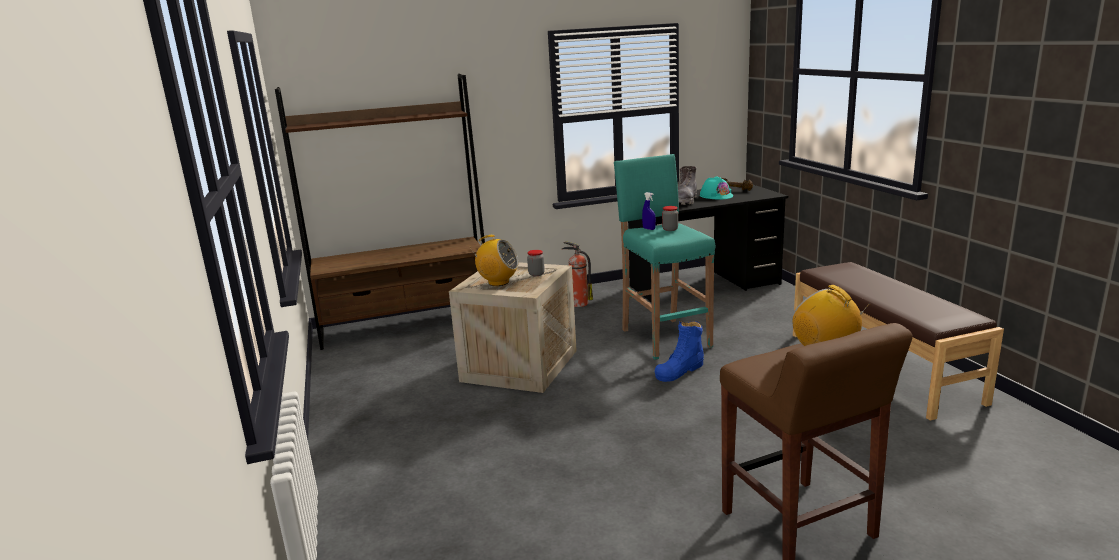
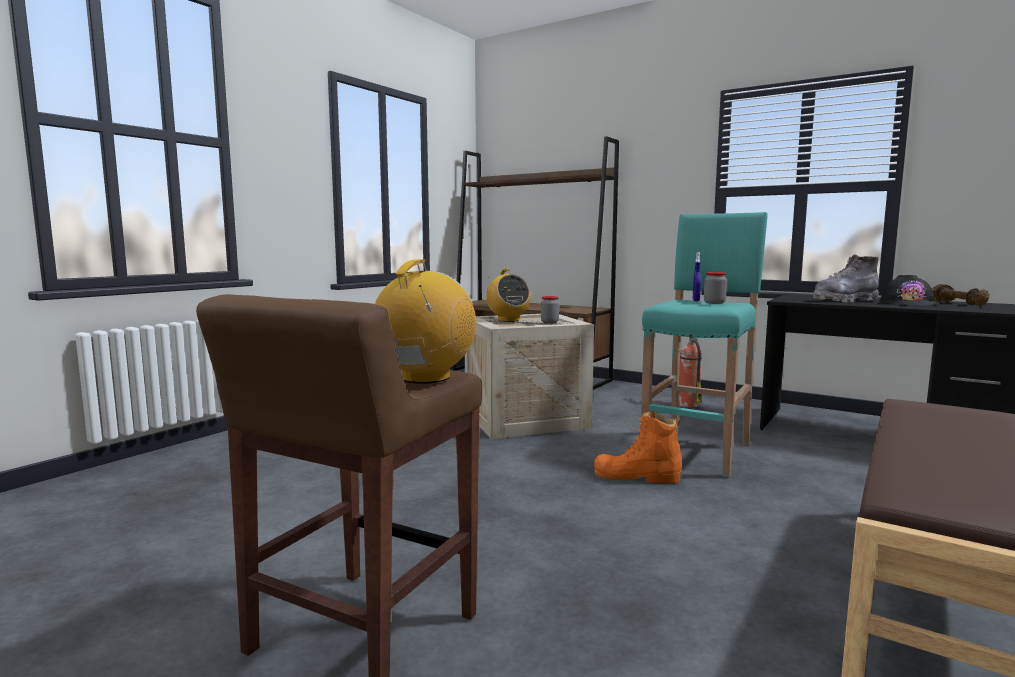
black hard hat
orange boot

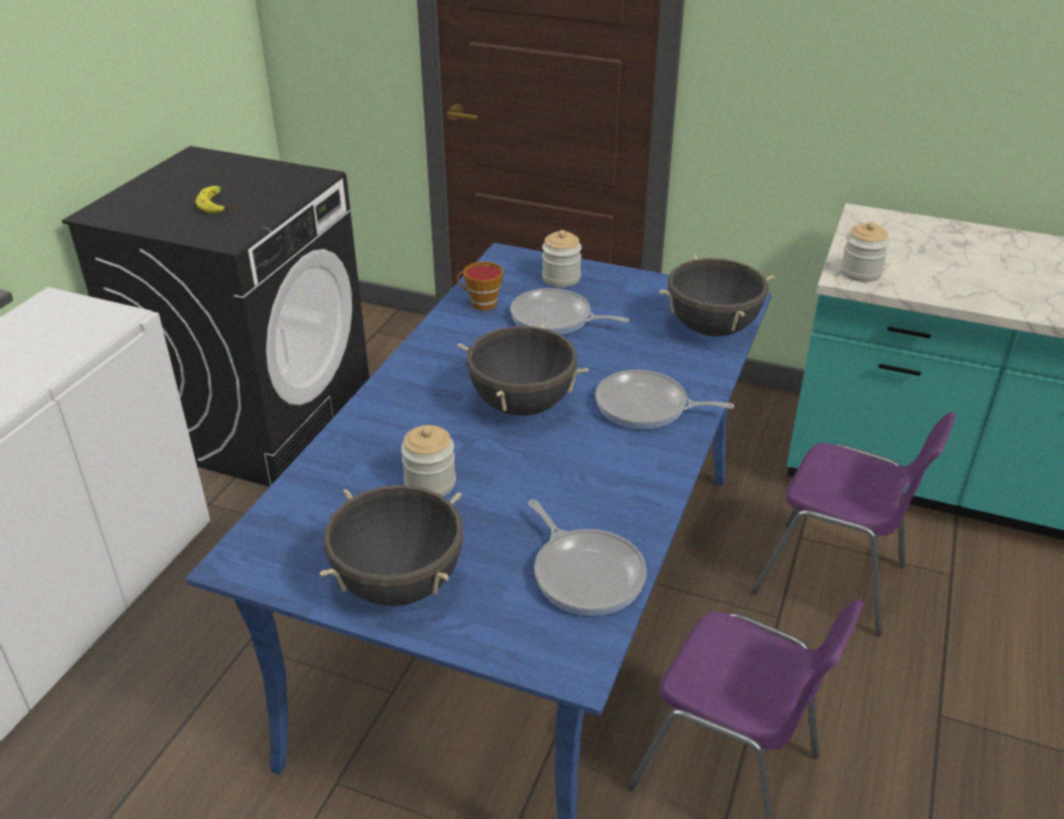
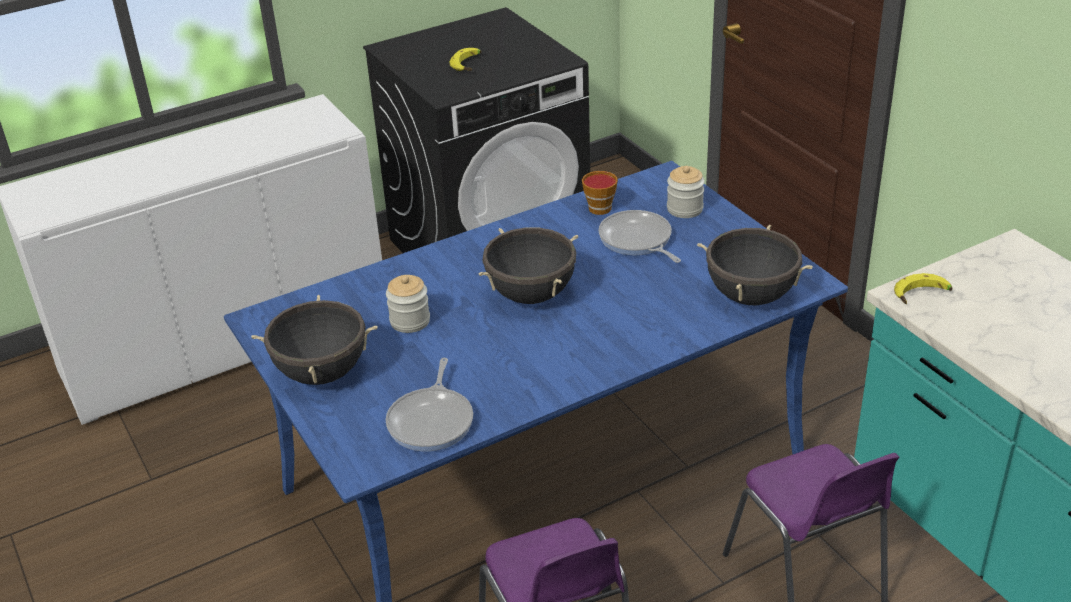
banana (no. 2 from left)
frying pan (no. 3 from left in the first image)

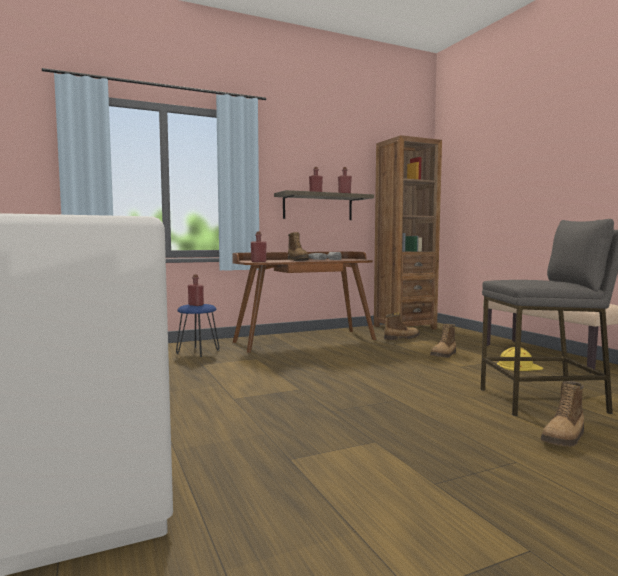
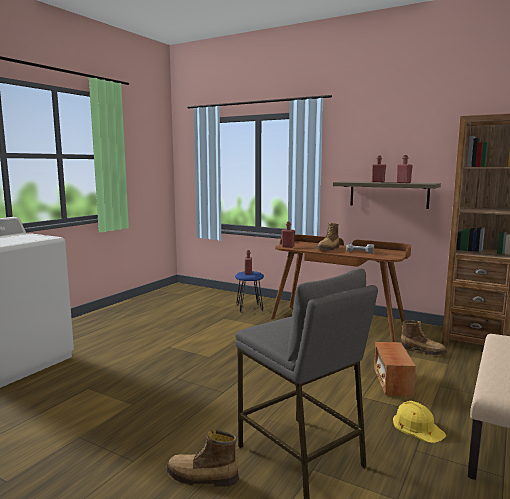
radio

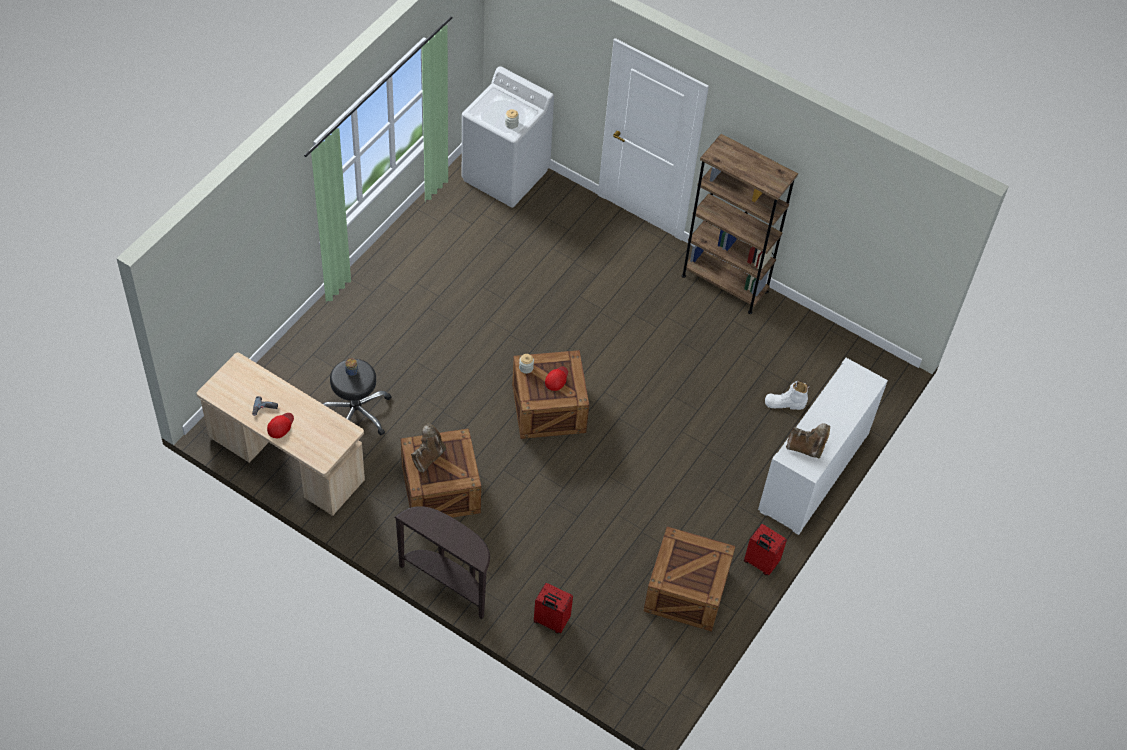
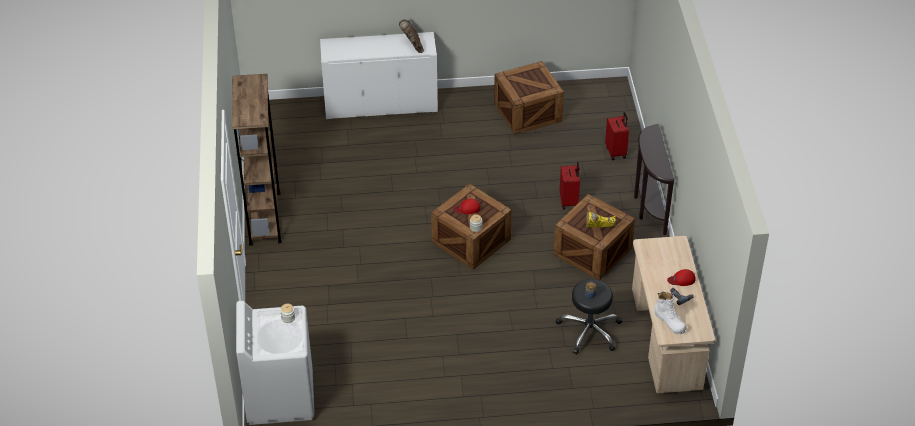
white boot
yellow boot
red suitcase (no. 1 from left)

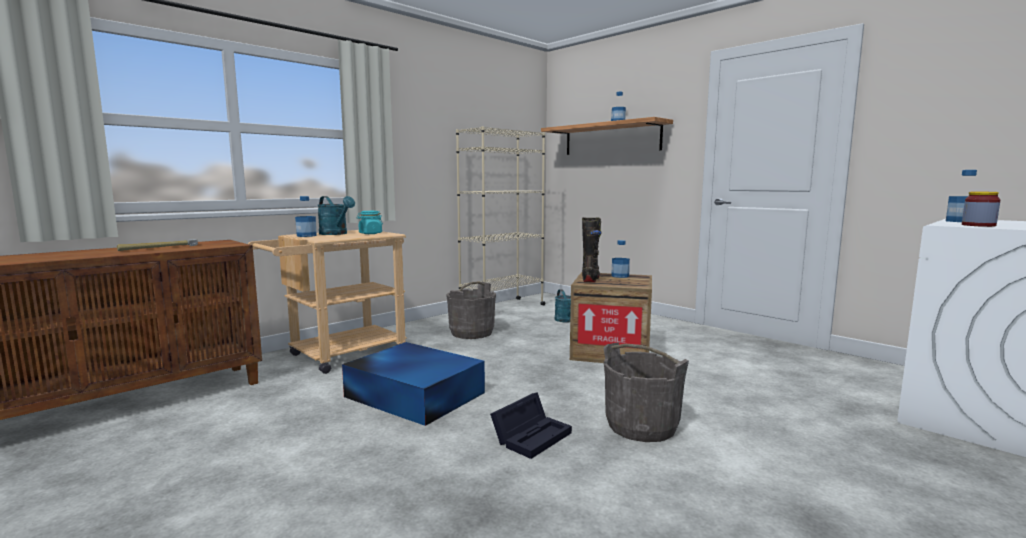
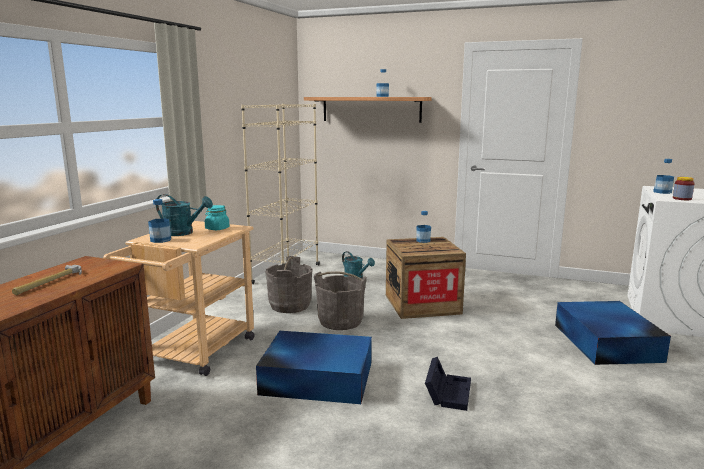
black boot
grey bucket (no. 2 from left)
blue storage box (no. 2 from left)

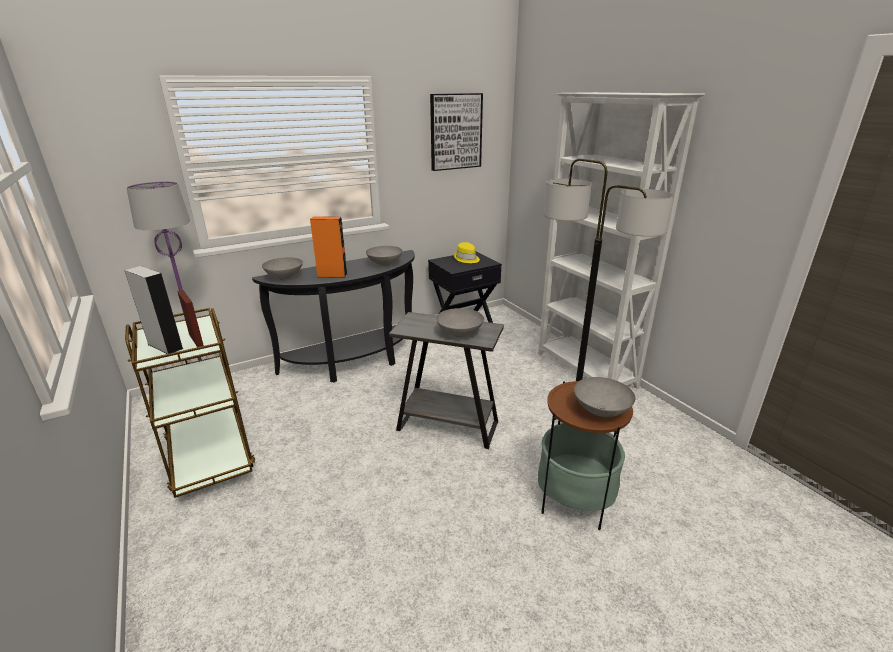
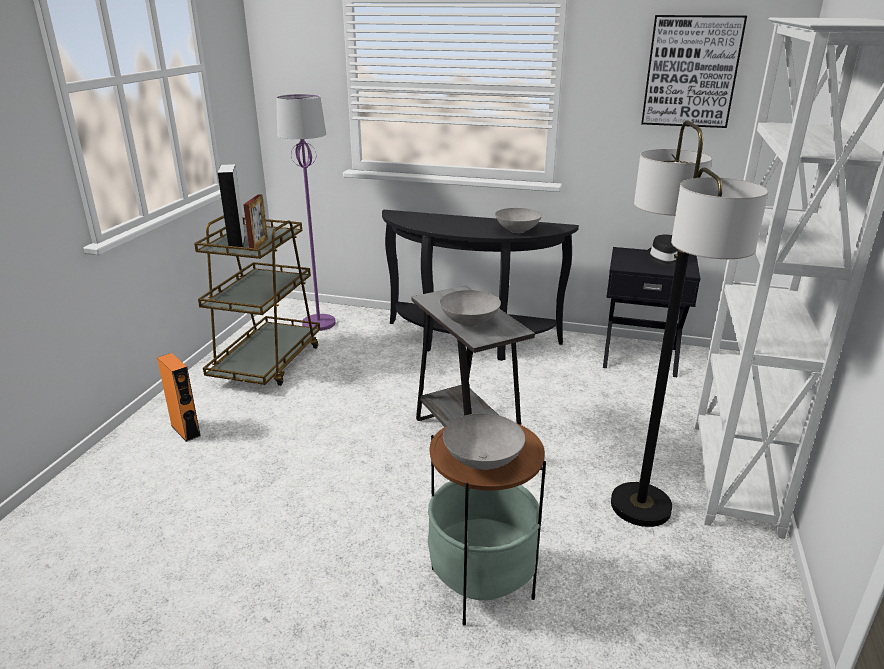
orange speaker
black hat
grey bowl (no. 1 from left in the first image)

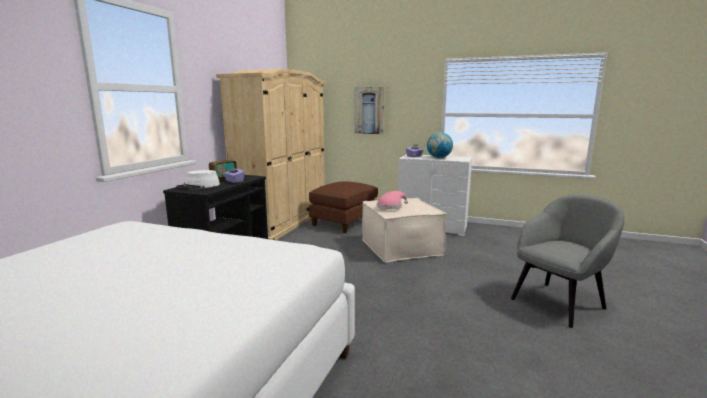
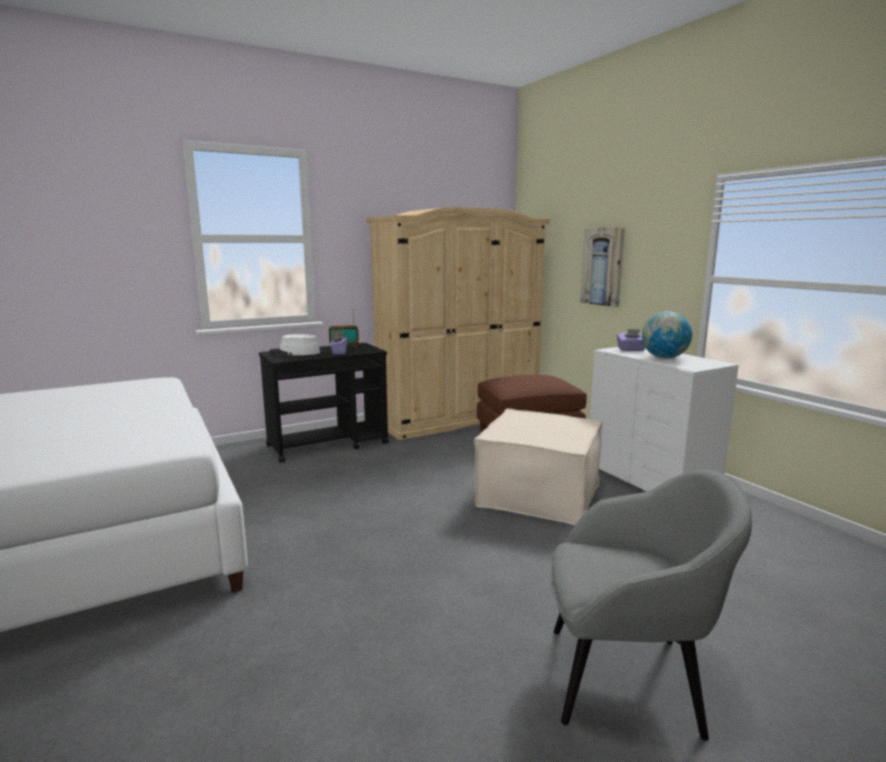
pink hat

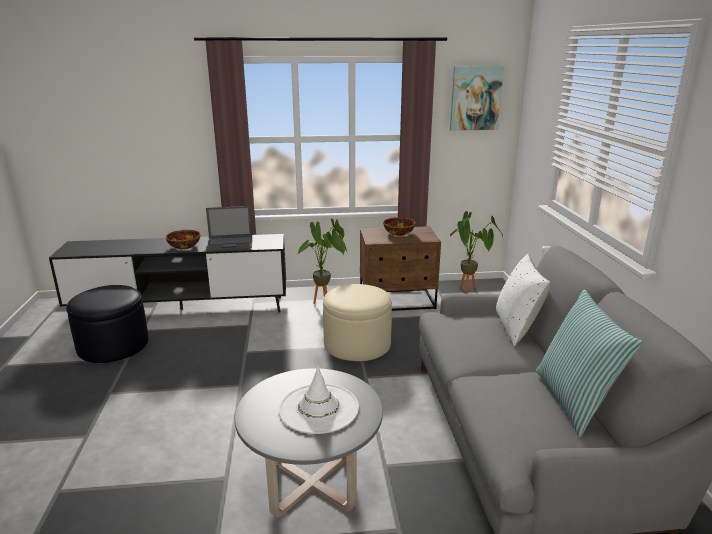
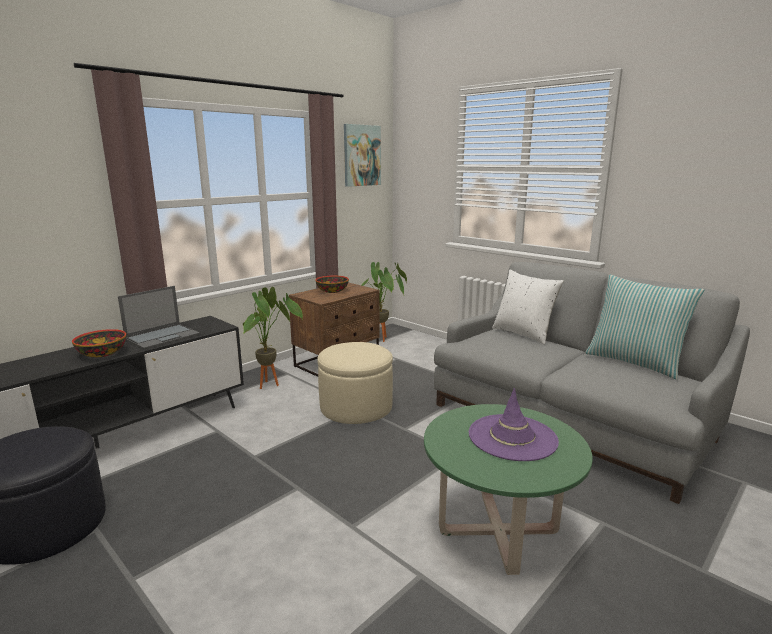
purple hat
green coffee table

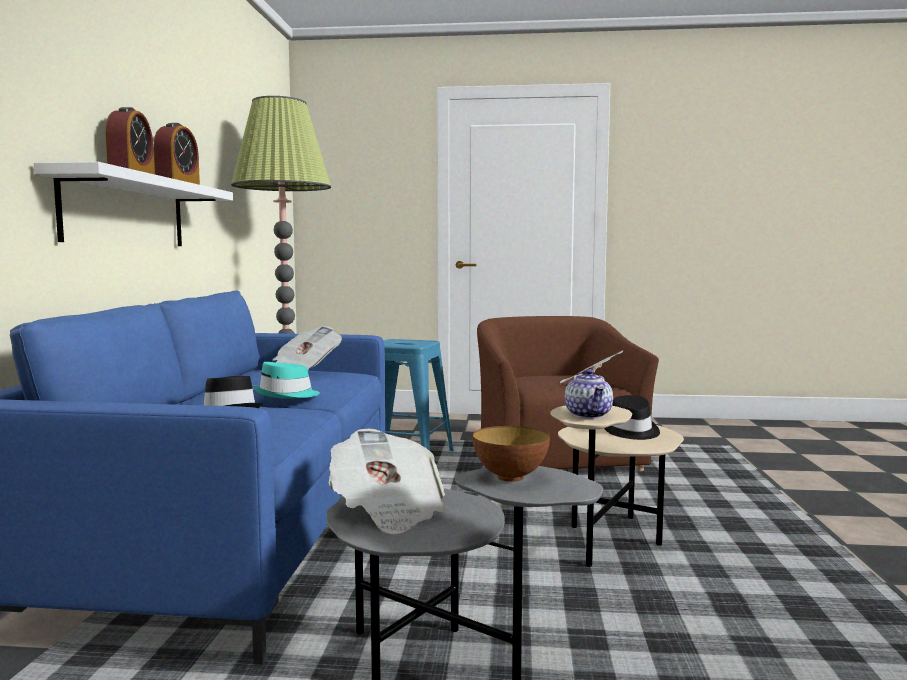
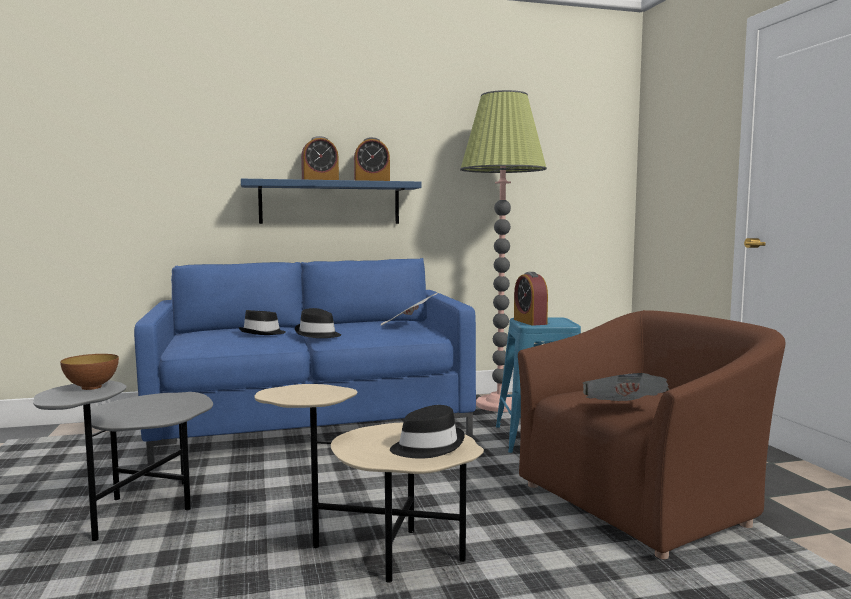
blue shelf
black hat (no. 2 from left)
teapot
newspaper (no. 2 from left in the first image)
alarm clock (no. 3 from left)

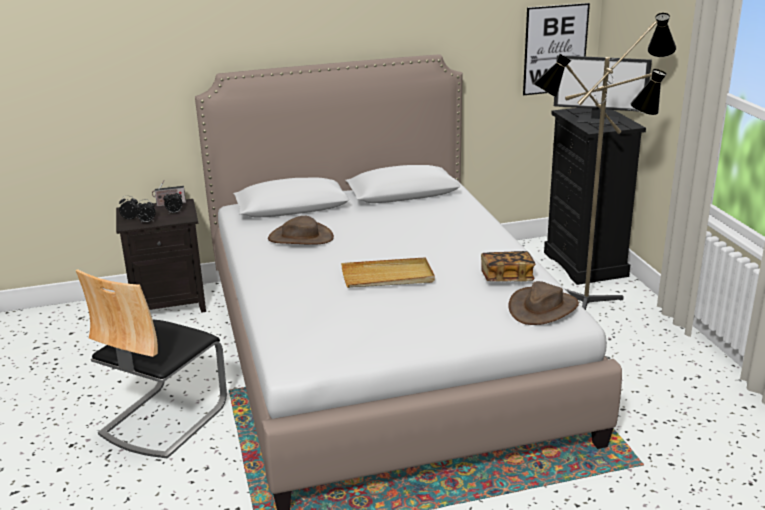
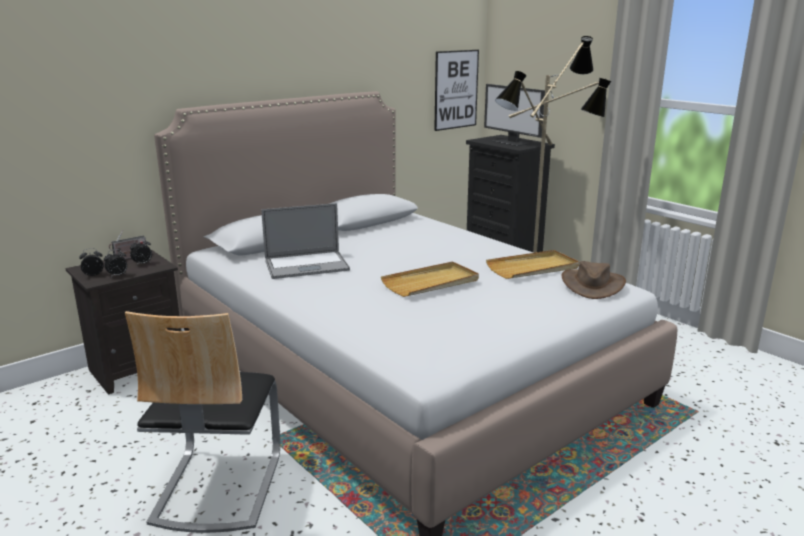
monitor
laptop
beige tray (no. 2 from left)

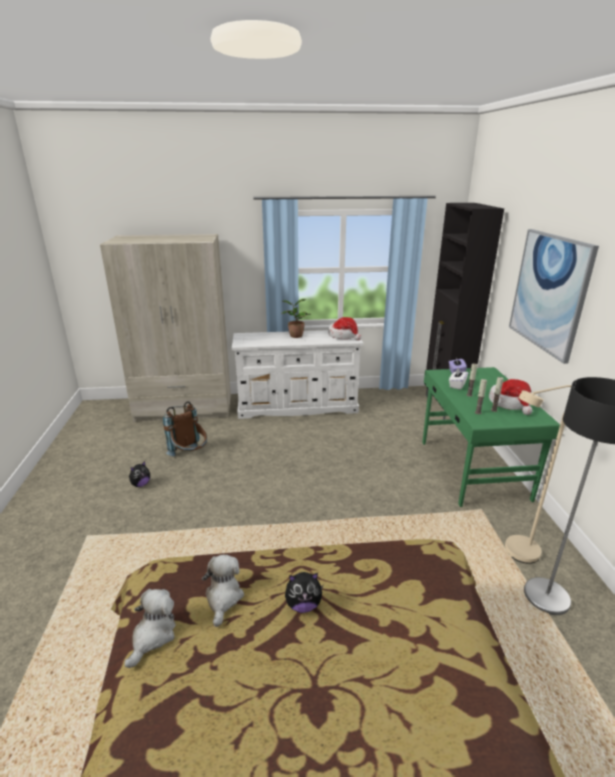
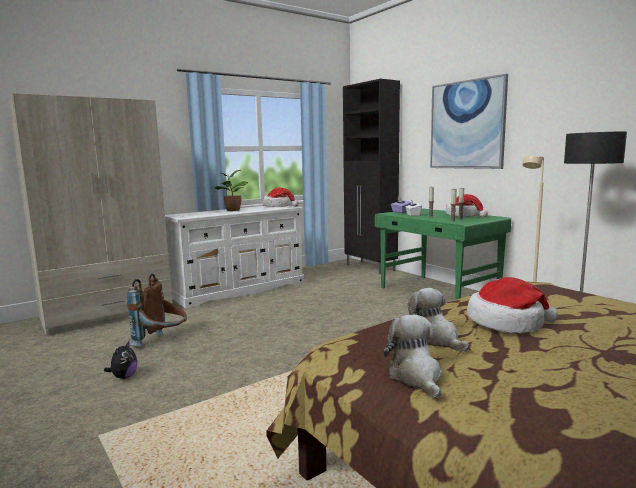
hat (no. 3 from left)

